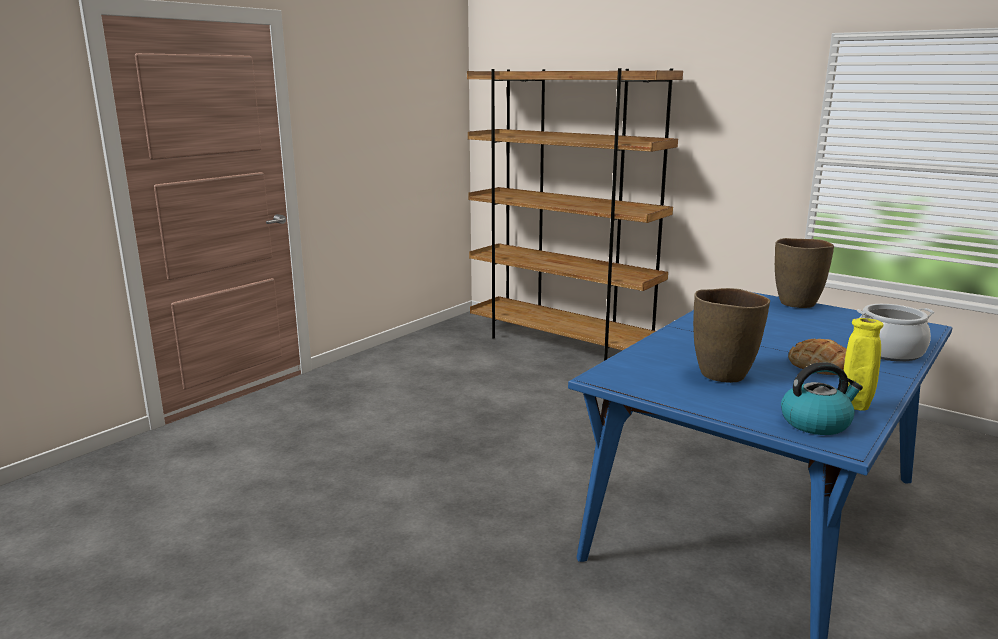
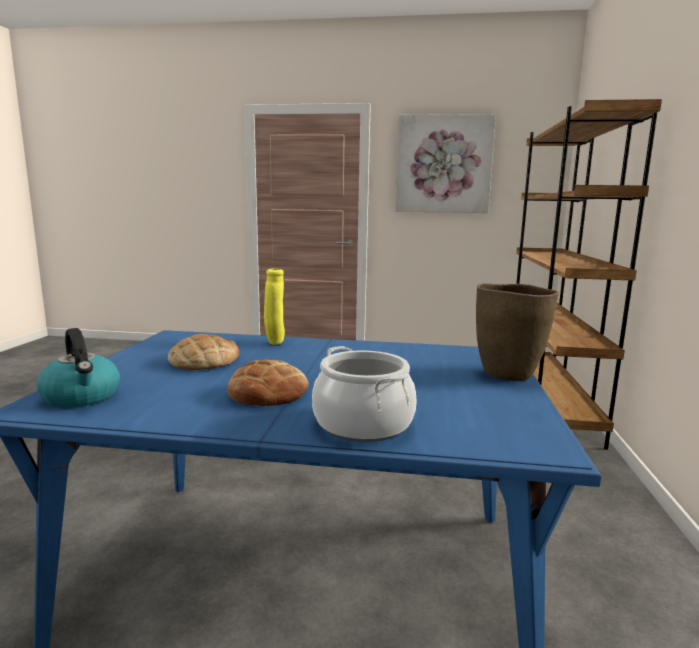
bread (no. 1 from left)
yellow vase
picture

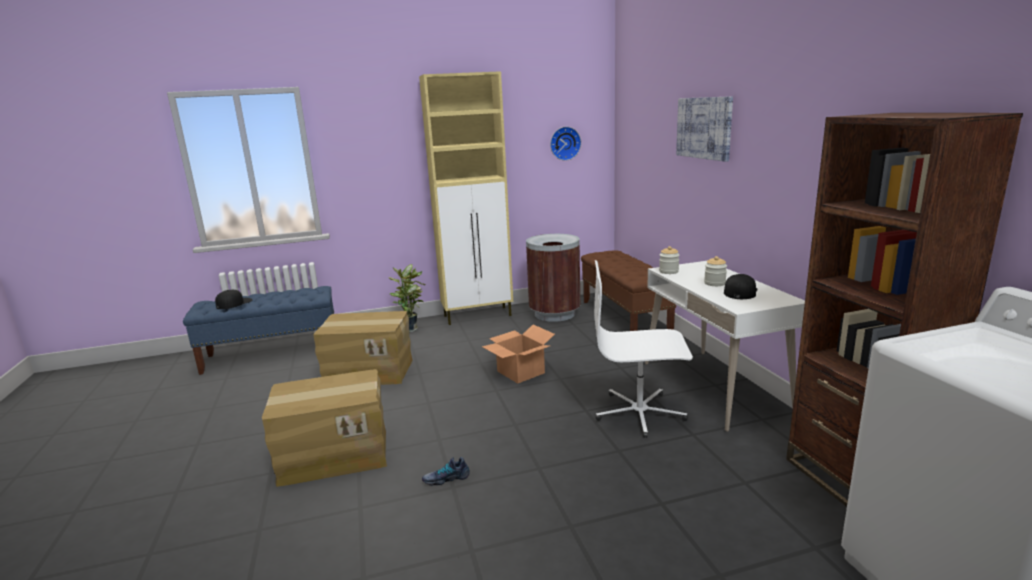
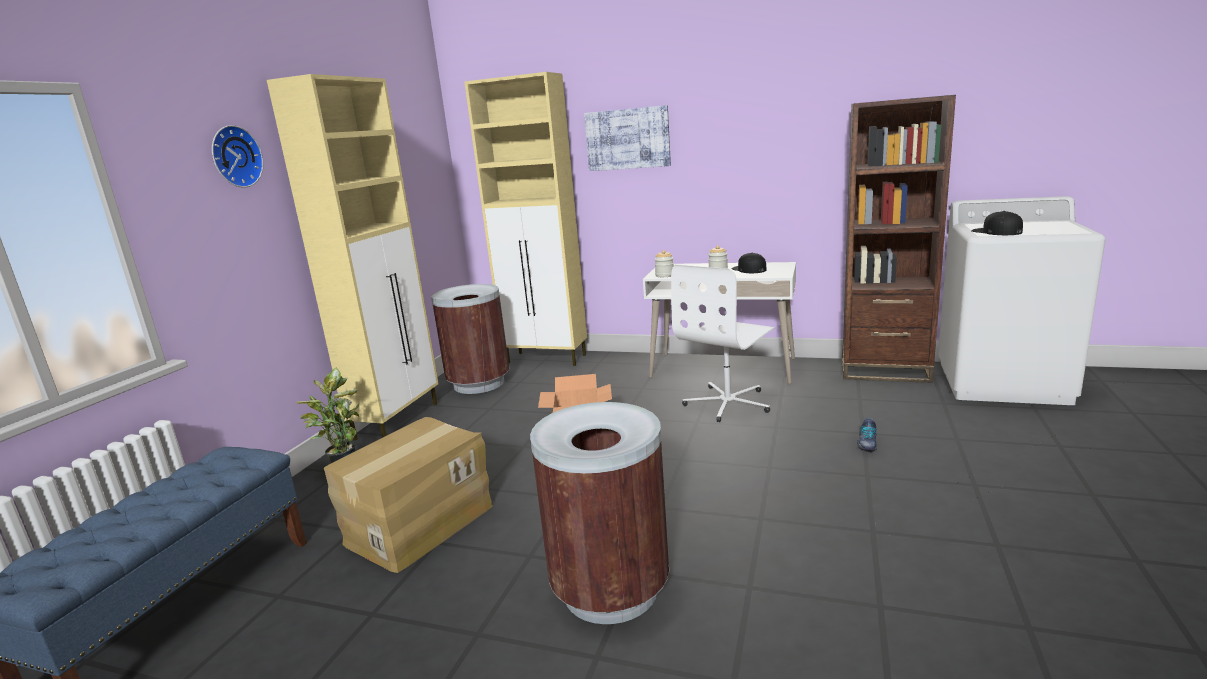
wall clock
beige cabinet (no. 2 from left)
black cap (no. 2 from left)
brown trash can (no. 2 from left)
shoe

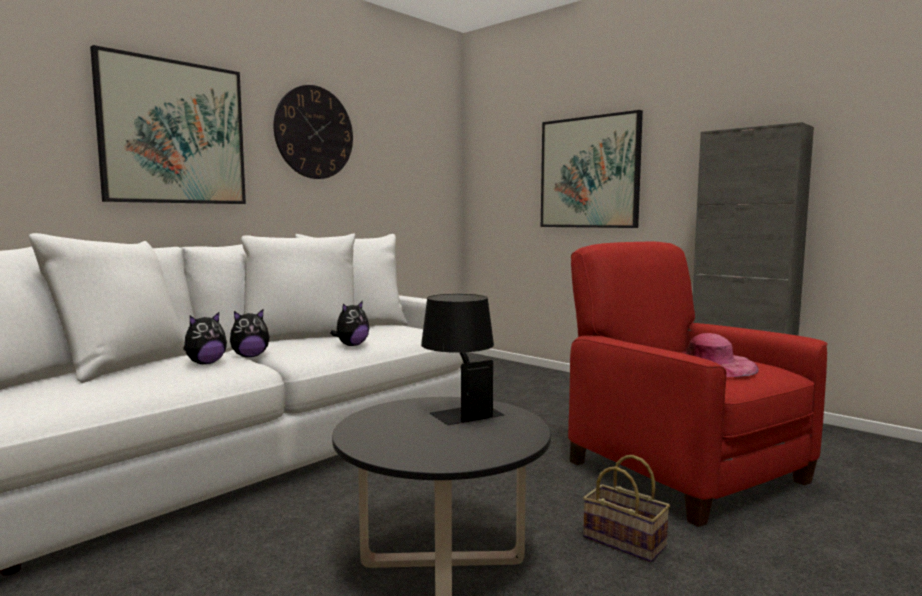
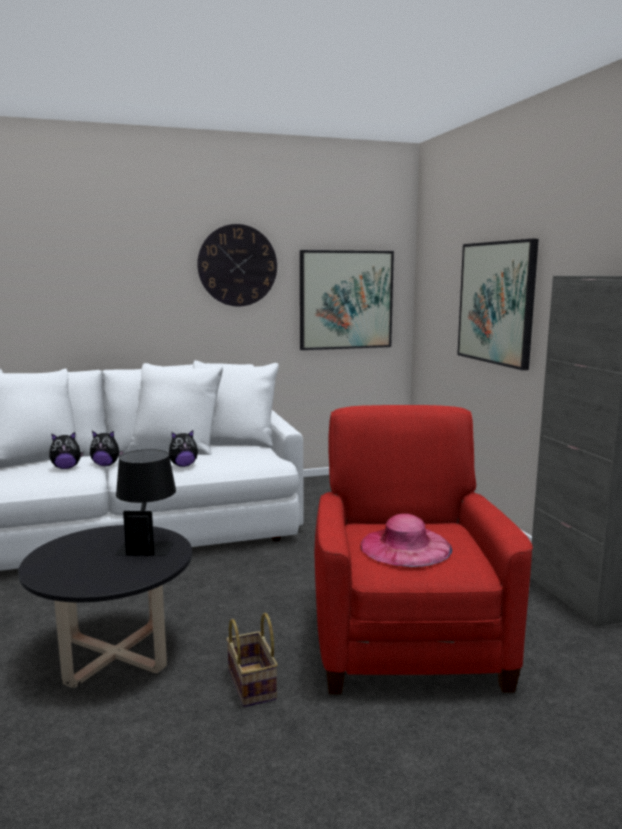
picture (no. 1 from left)

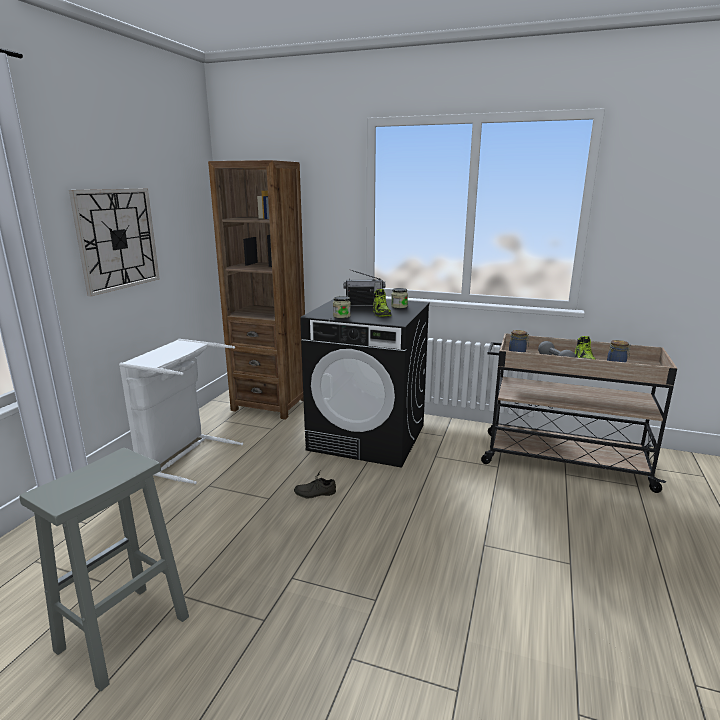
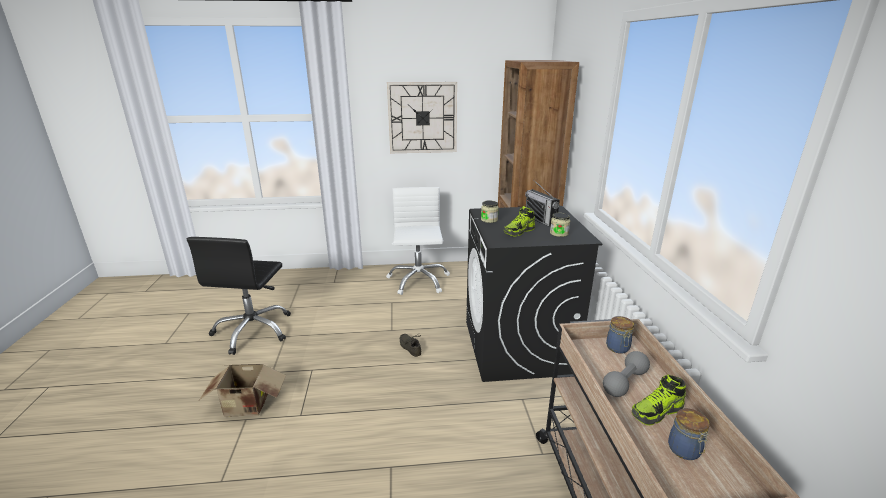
white office chair
black office chair
cardboard box

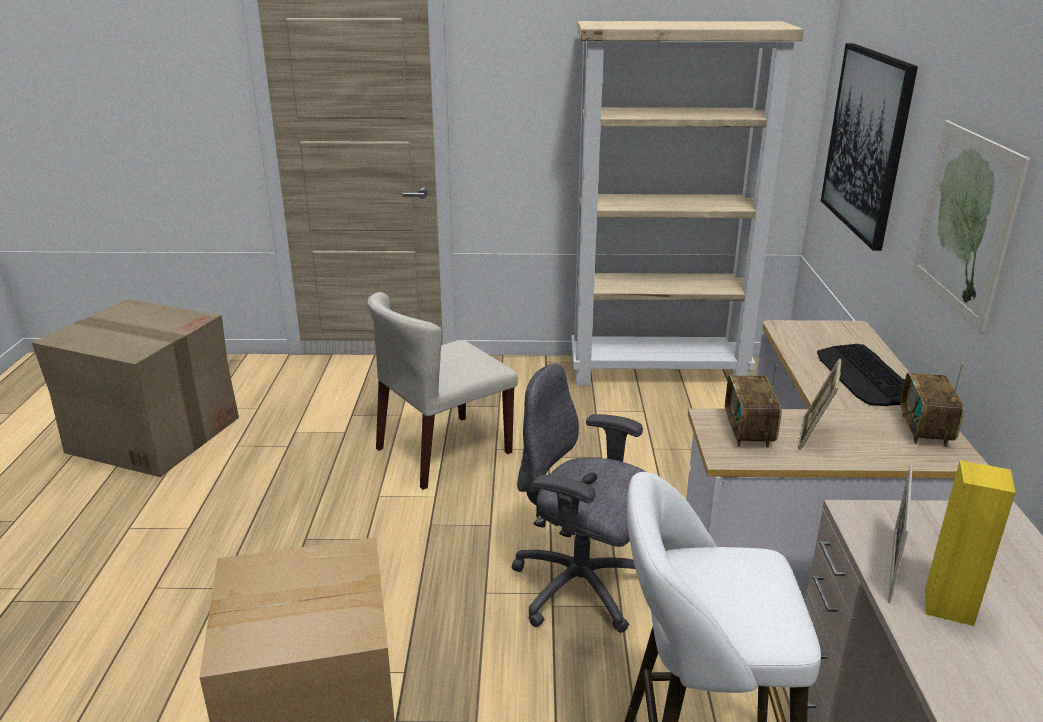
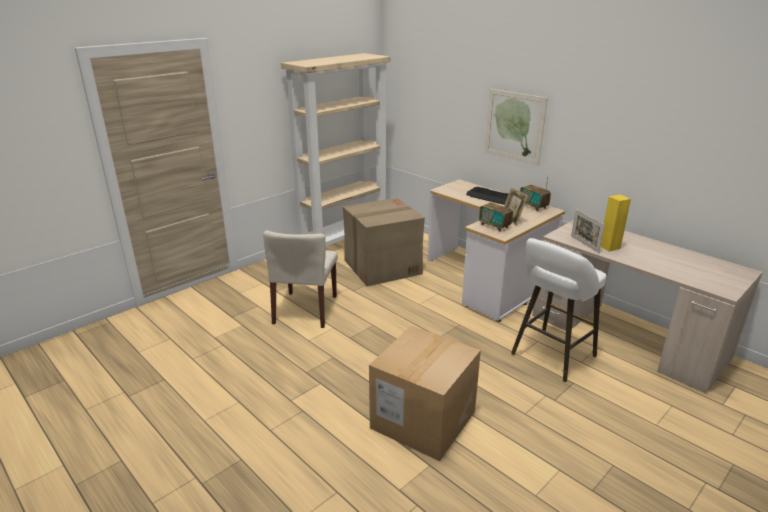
picture (no. 1 from left in the first image)
cardboard box (no. 1 from left)
grey office chair

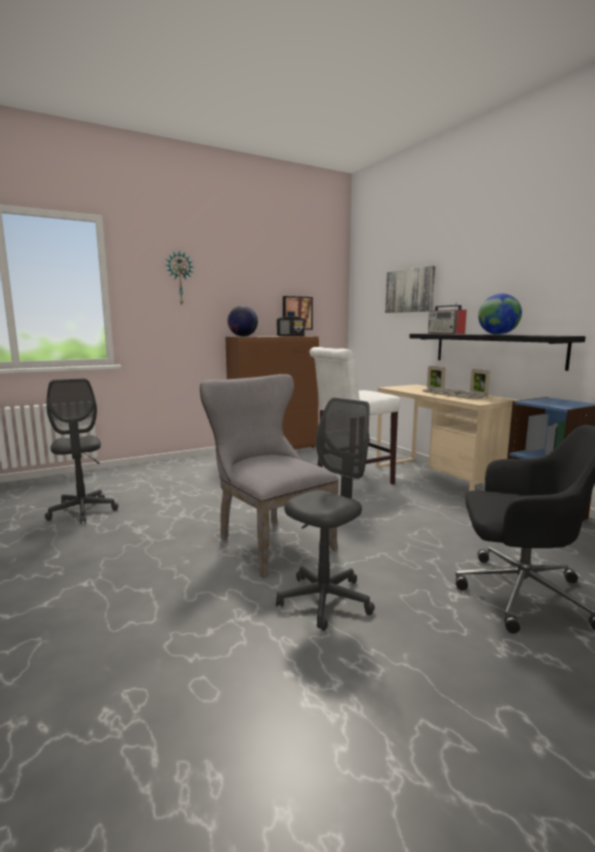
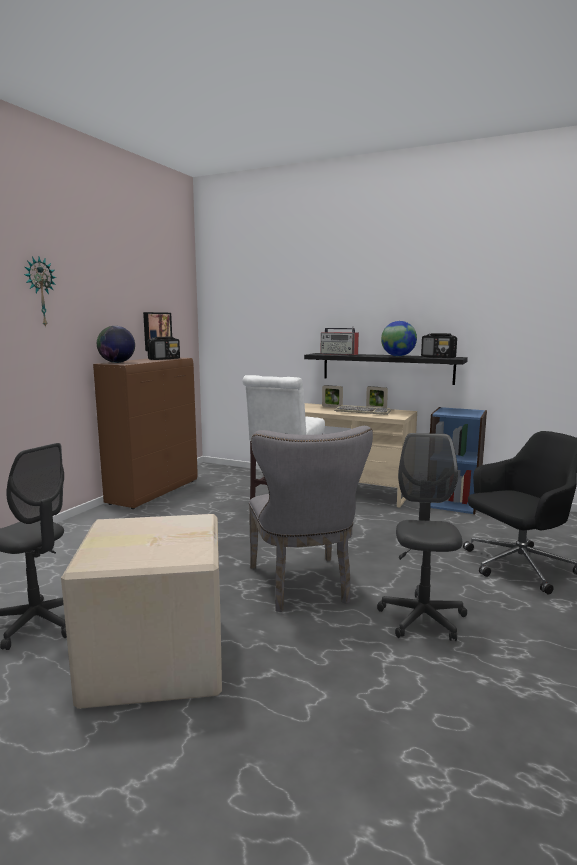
picture (no. 2 from left in the first image)
grey chair
radio (no. 3 from left)
cardboard box

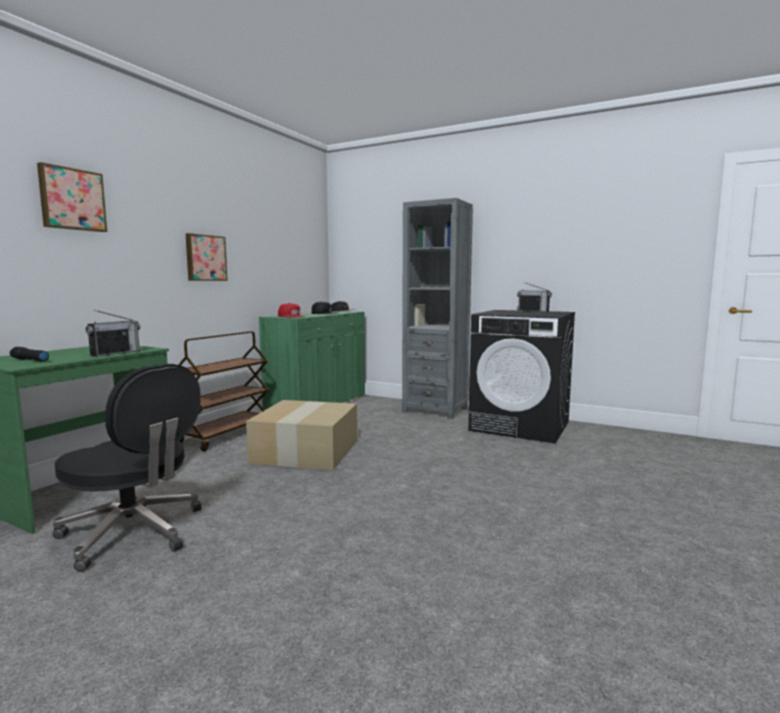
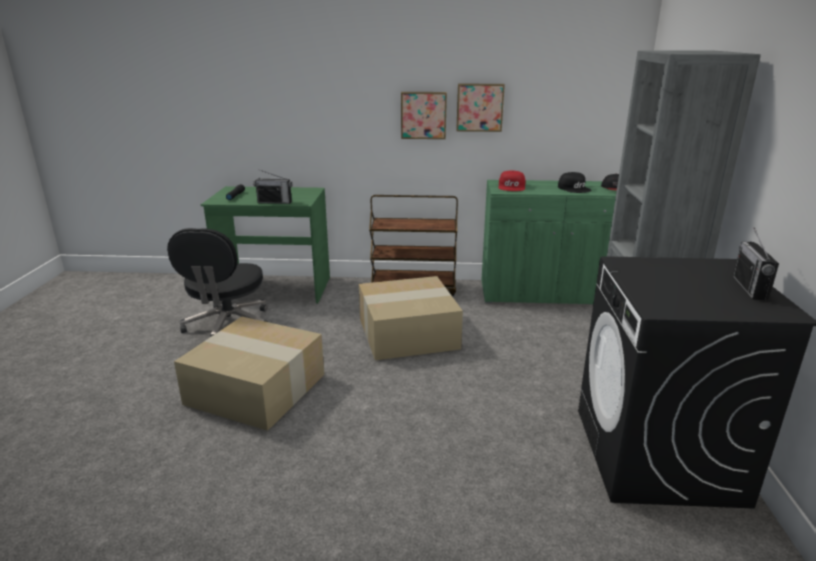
picture (no. 2 from left)
cardboard box (no. 1 from left)

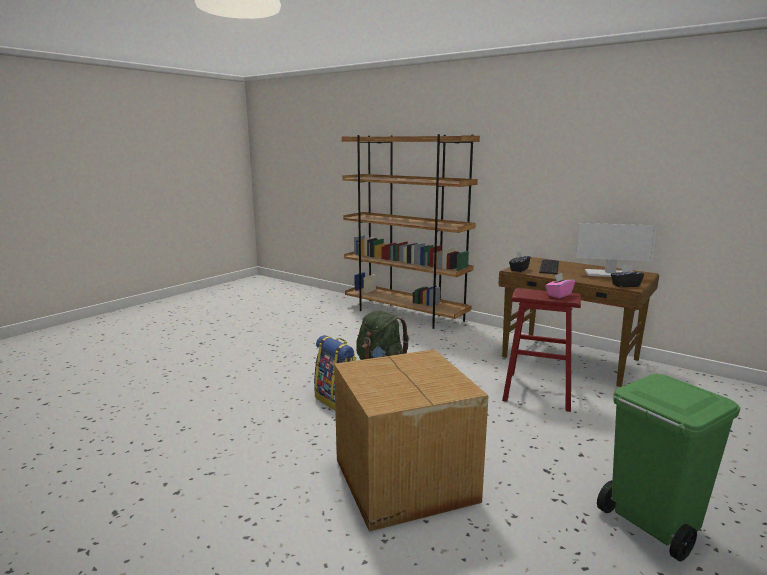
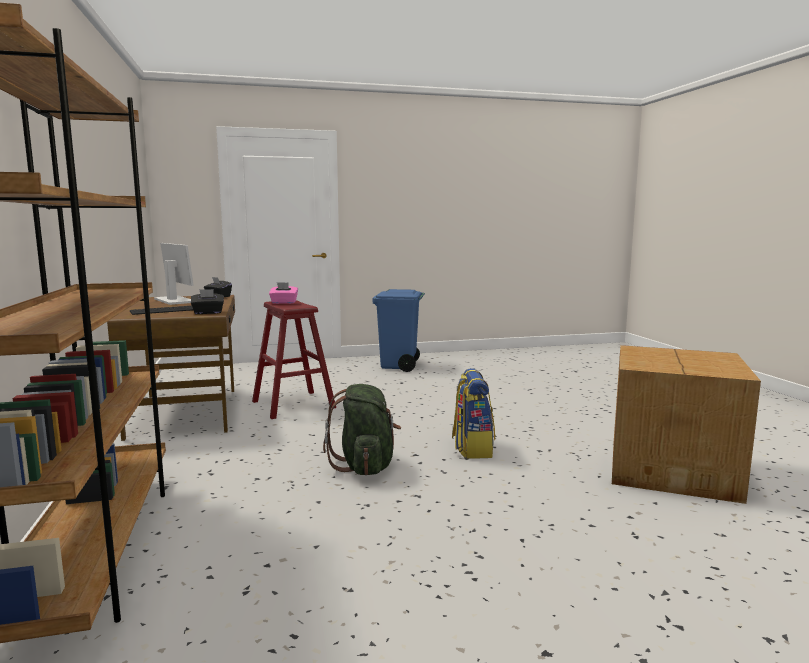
cardboard box
blue trash can

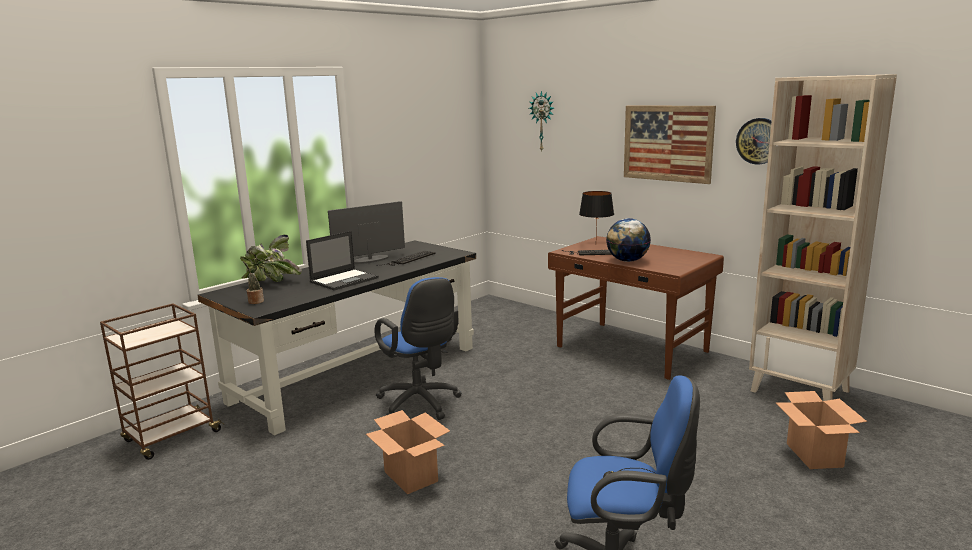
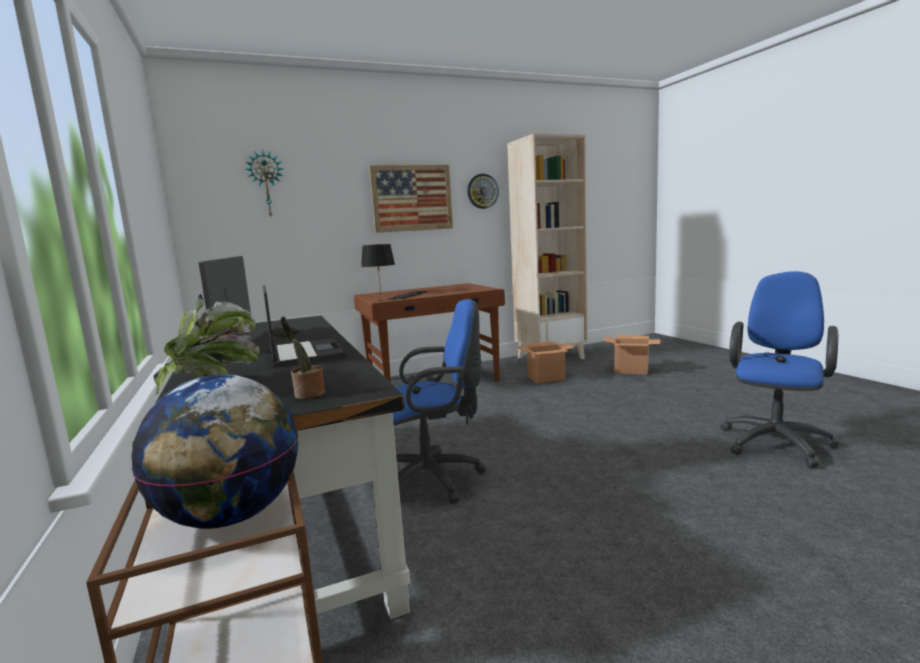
globe
cardboard box (no. 1 from left)

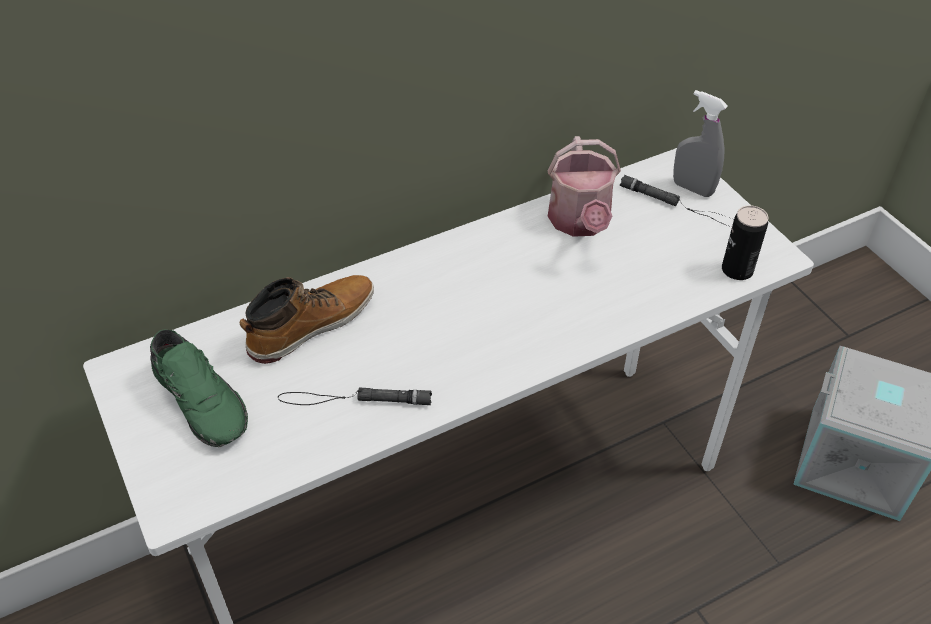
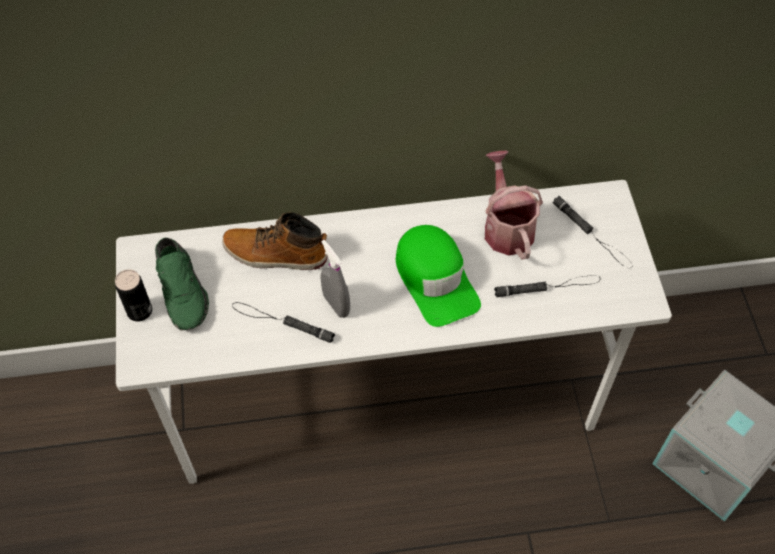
grey spray bottle
watering can
can
boot
green cap
black flashlight (no. 2 from left)

